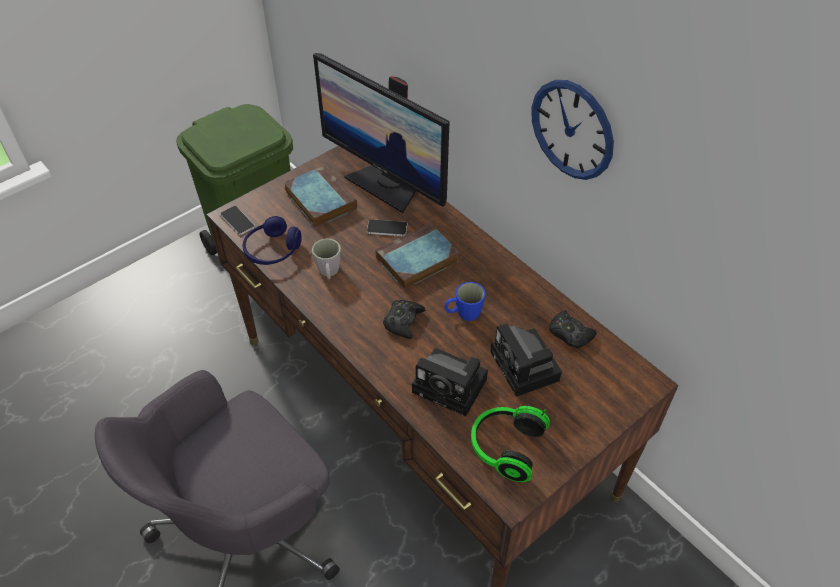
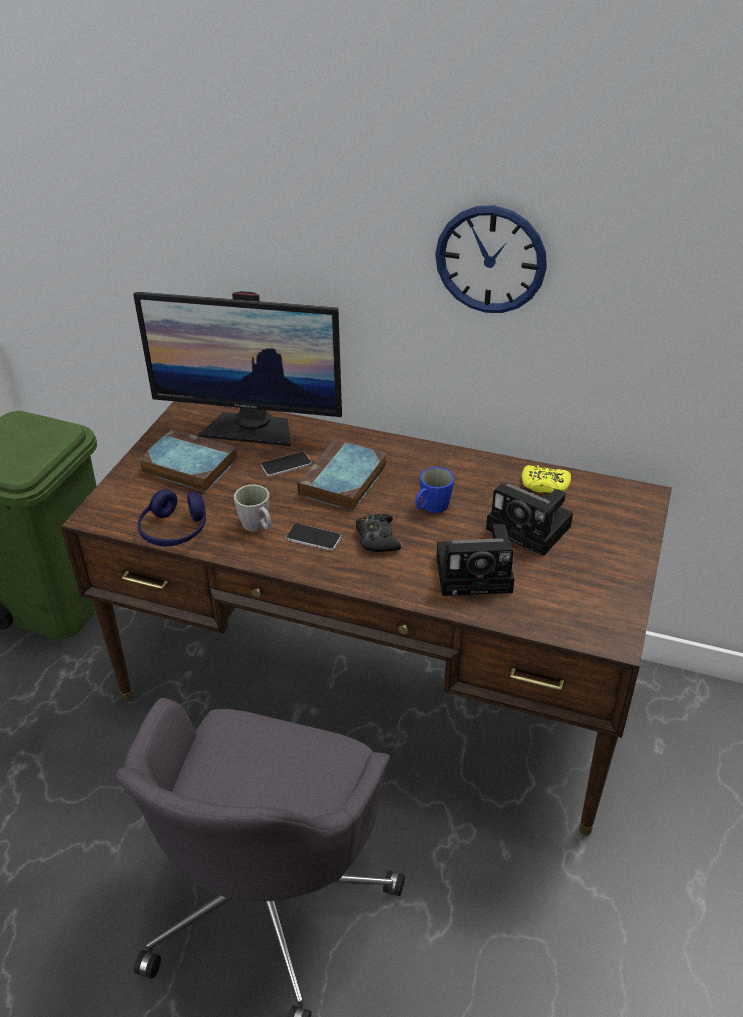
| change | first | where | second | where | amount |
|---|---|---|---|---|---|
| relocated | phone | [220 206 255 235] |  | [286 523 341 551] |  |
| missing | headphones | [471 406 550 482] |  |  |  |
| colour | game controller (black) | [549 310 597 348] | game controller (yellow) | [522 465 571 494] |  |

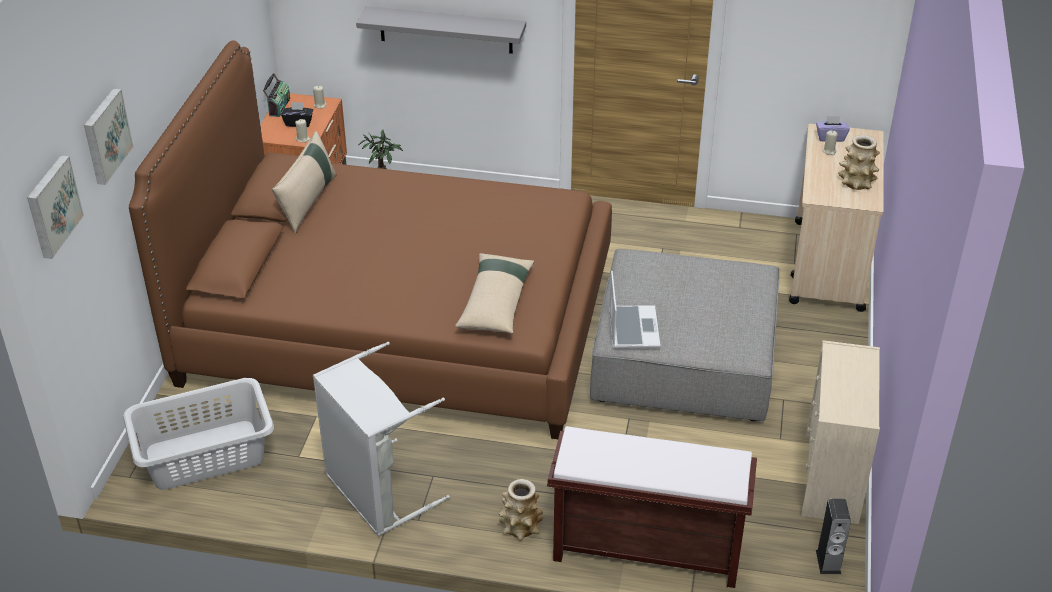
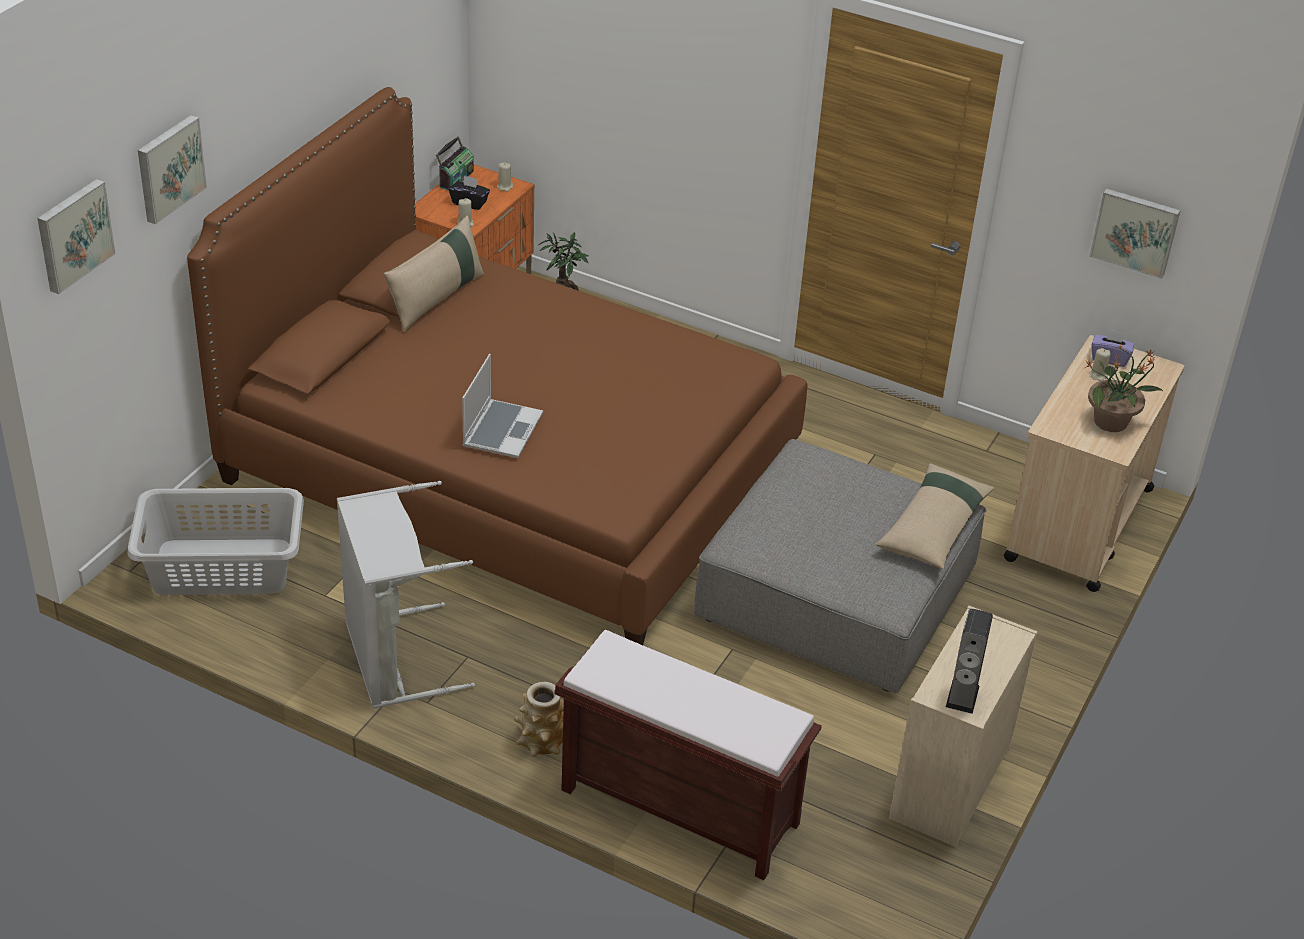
| change | first | where | second | where | amount |
|---|---|---|---|---|---|
| missing | shelf (grey) | [356 6 526 54] |  |  |  |
| relocated | pillow (beige) | [455 253 534 334] |  | [876 463 994 569] |  |
| relocated | laptop | [609 271 660 348] |  | [462 354 543 458] |  |
| relocated | speaker | [816 499 851 574] |  | [946 609 993 714] |  |
| exchanged | vase | [838 135 880 190] | potted plant | [1085 345 1164 432] |  |
| appeared |  |  | picture | [1089 188 1181 279] |  |

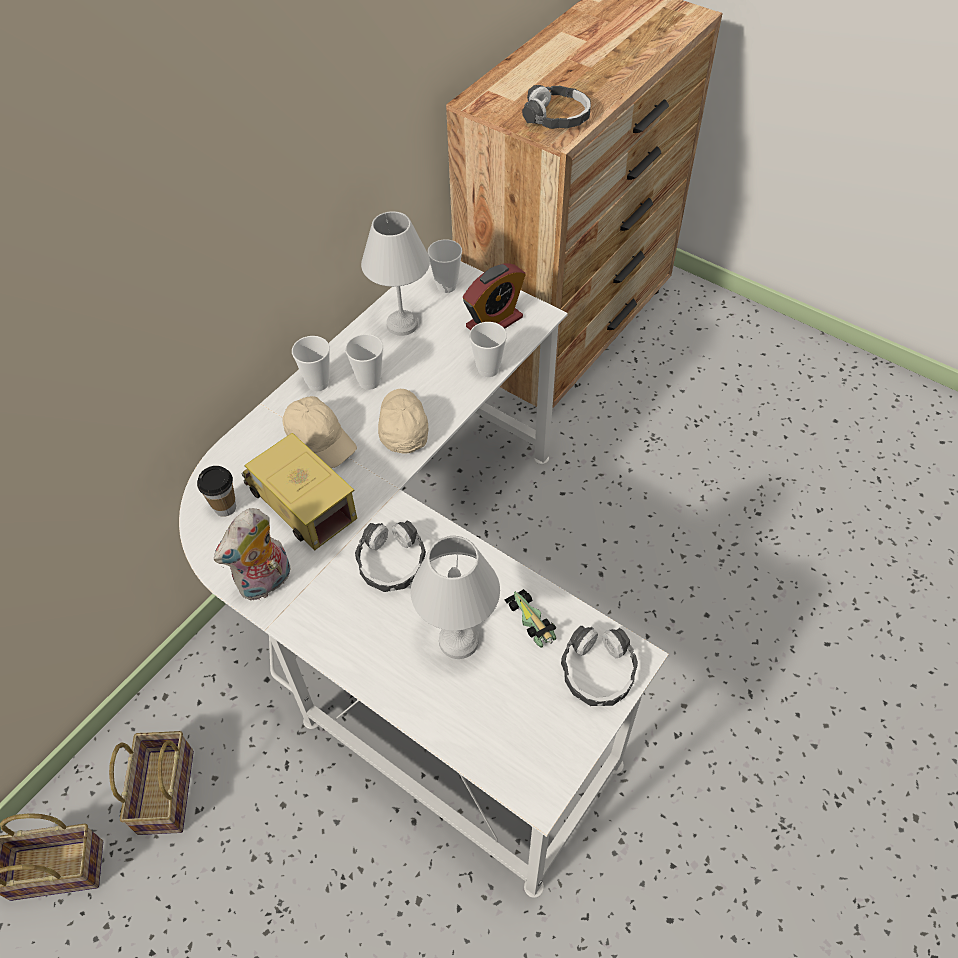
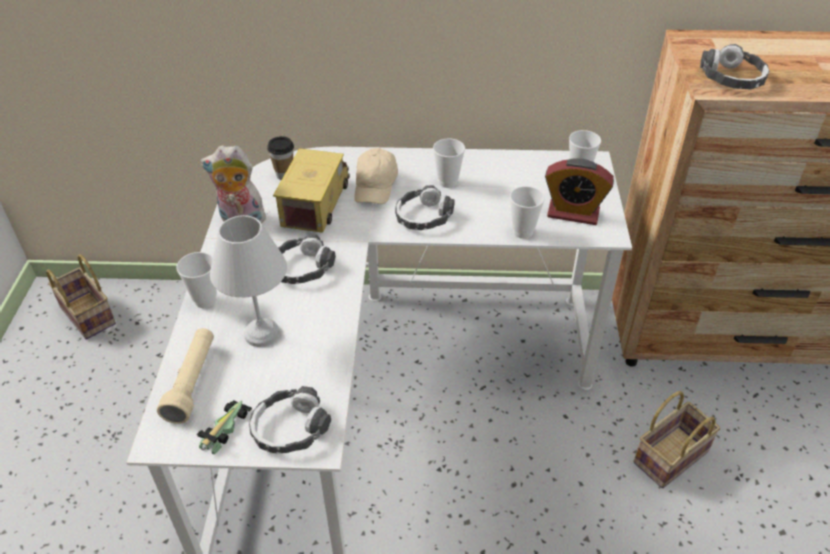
| change | first | where | second | where | amount |
|---|---|---|---|---|---|
| relocated | basket | [109 731 194 835] |  | [633 391 720 488] |  |
| relocated | cup | [292 336 330 391] |  | [176 252 217 308] |  |
| missing | table lamp (white) | [361 211 430 336] |  |  |  |
| exchanged | cap (beige) | [378 389 429 454] | headphones | [395 185 454 230] |  |
| relocated | toy car | [504 589 556 648] |  | [197 400 252 454] |  |
| appeared |  |  | flashlight (beige) | [157 328 214 424] |  |

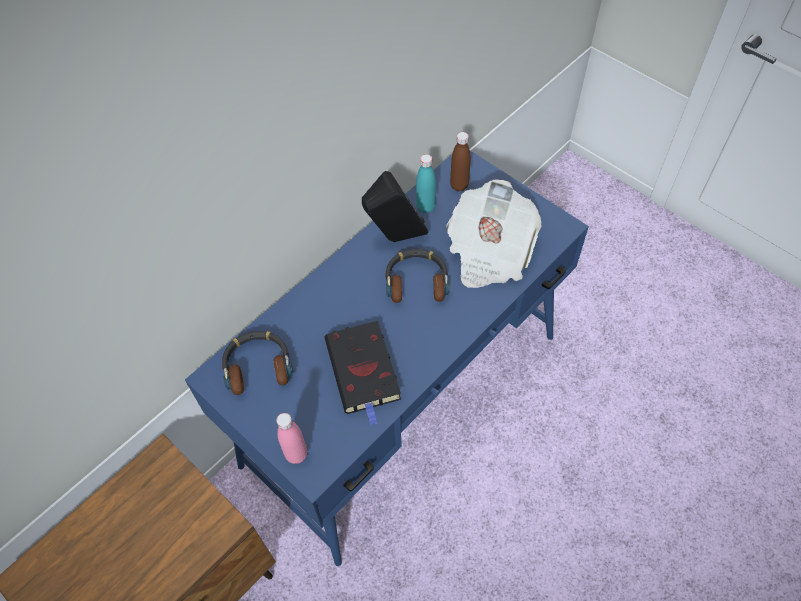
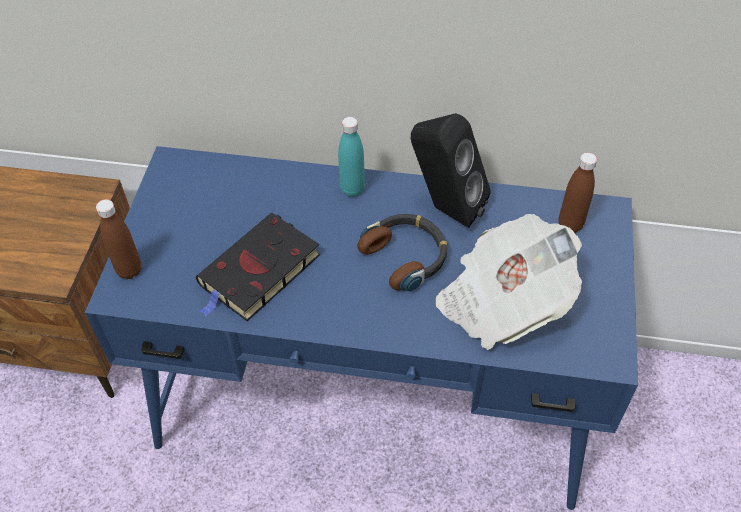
| change | first | where | second | where | amount |
|---|---|---|---|---|---|
| missing | headphones | [222 331 293 395] |  |  |  |
| colour | bottle (pink) | [276 413 307 464] | bottle (brown) | [96 199 142 279] |  |
| relocated | bottle (turquoise) | [416 154 436 213] |  | [338 117 365 197] |  |

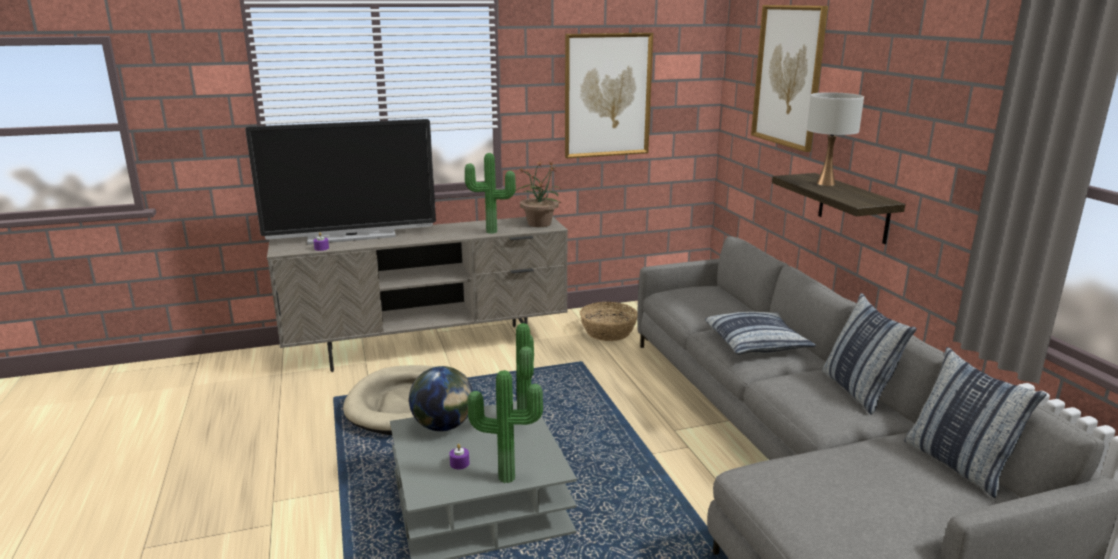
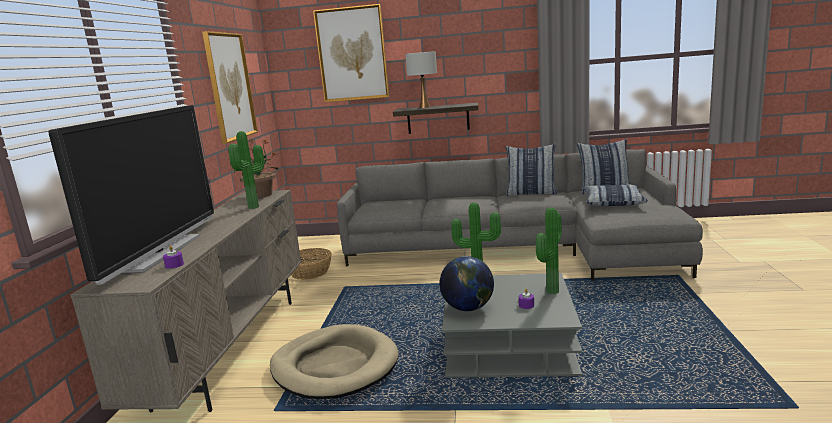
| change | first | where | second | where | amount |
|---|---|---|---|---|---|
| relocated | pillow | [705 312 816 355] |  | [583 185 648 206] |  |

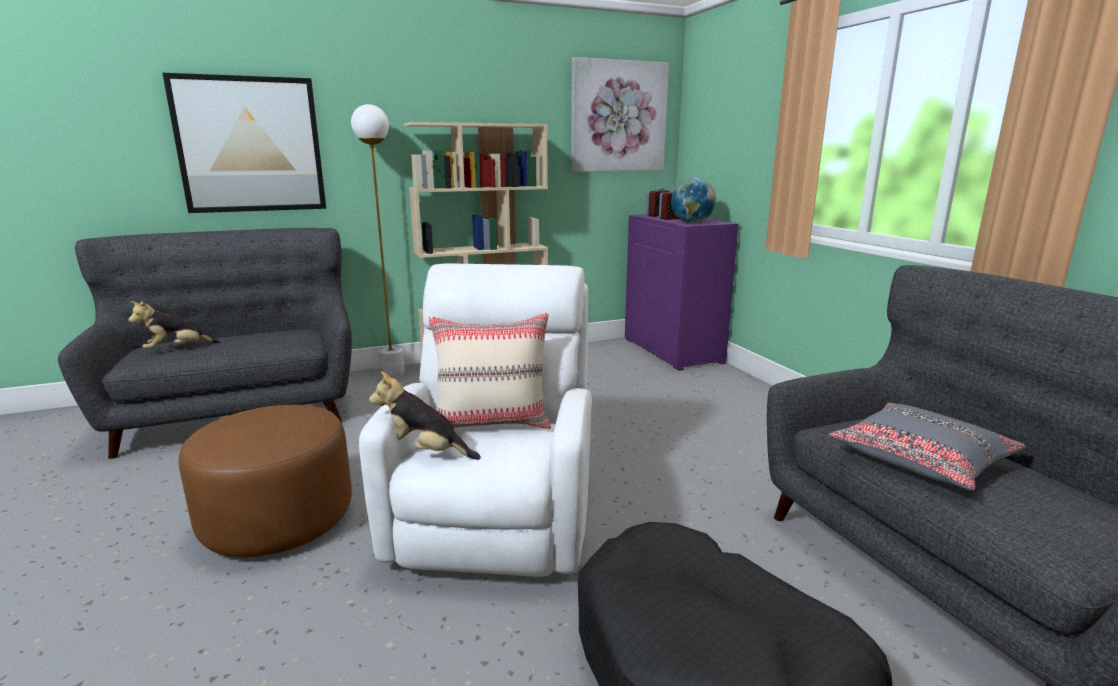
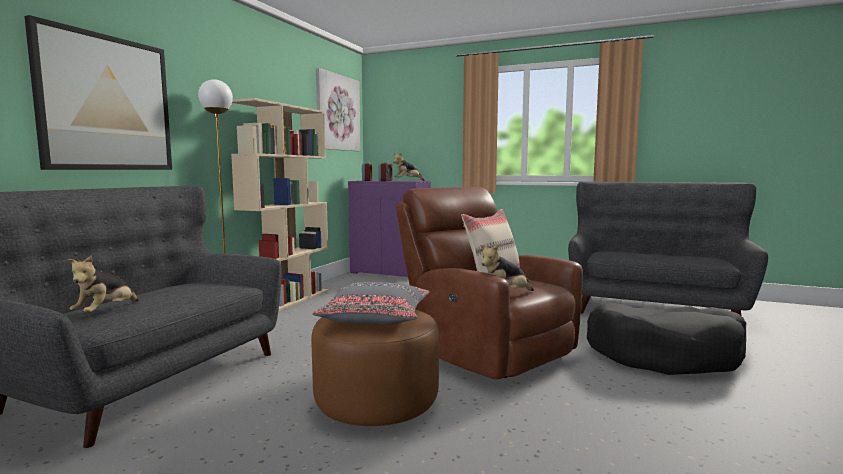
| change | first | where | second | where | amount |
|---|---|---|---|---|---|
| colour | armchair (white) | [359 264 592 577] | armchair (brown) | [396 187 583 379] |  |
| exchanged | globe | [671 177 716 223] | plush toy | [393 152 425 181] |  |
| relocated | pillow (grey) | [828 403 1027 490] |  | [312 282 430 324] |  |

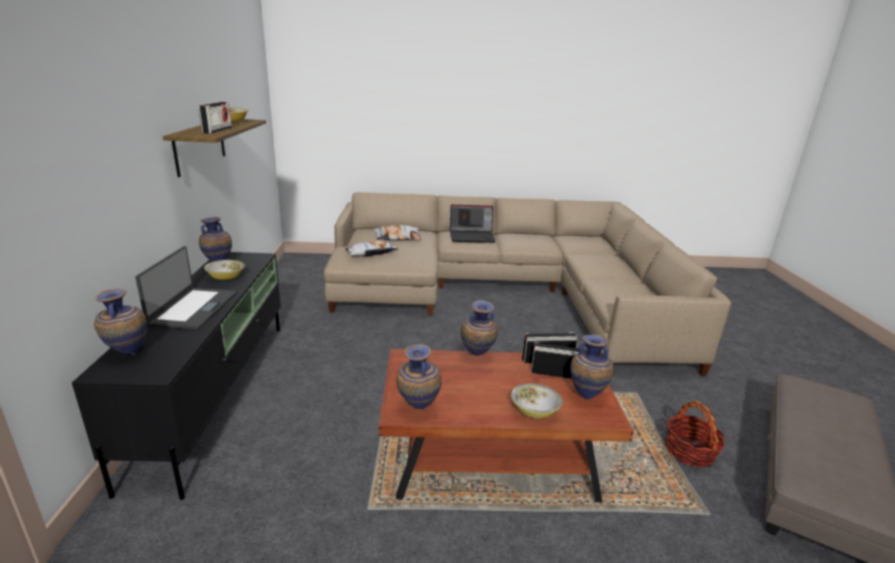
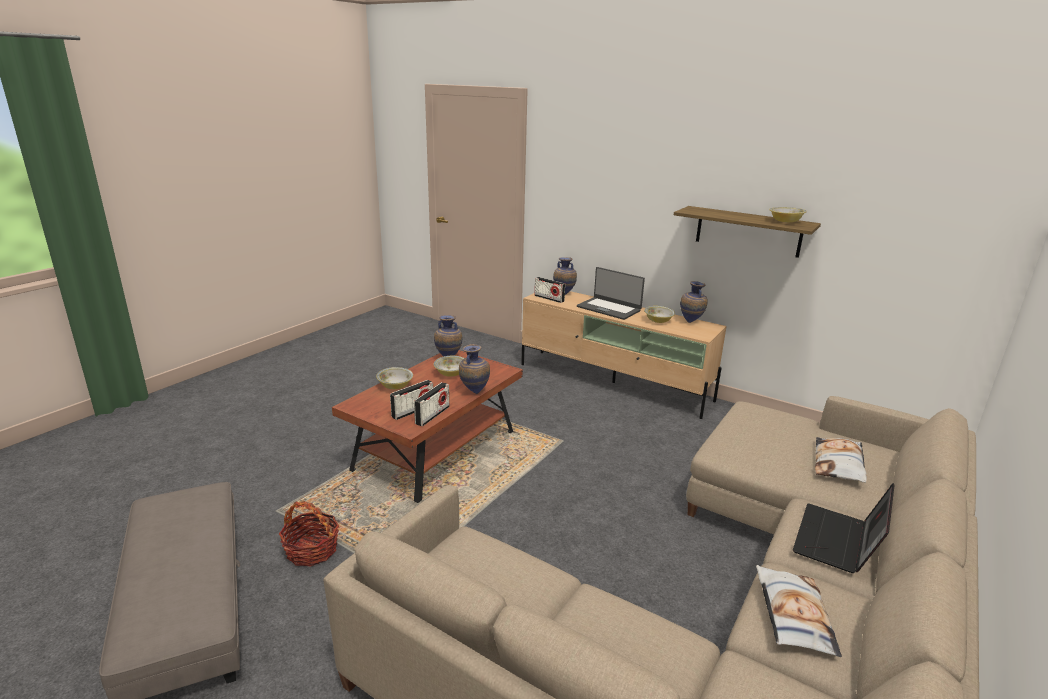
| change | first | where | second | where | amount |
|---|---|---|---|---|---|
| colour | tv stand (black) | [72 252 281 500] | tv stand (beige) | [521 291 727 419] |  |
| relocated | radio | [199 102 232 134] |  | [535 277 565 303] |  |
| relocated | pillow | [345 240 399 257] |  | [756 565 842 657] |  |
| missing | vase | [570 335 613 400] |  |  |  |
| appeared |  |  | bowl | [434 356 464 377] |  |

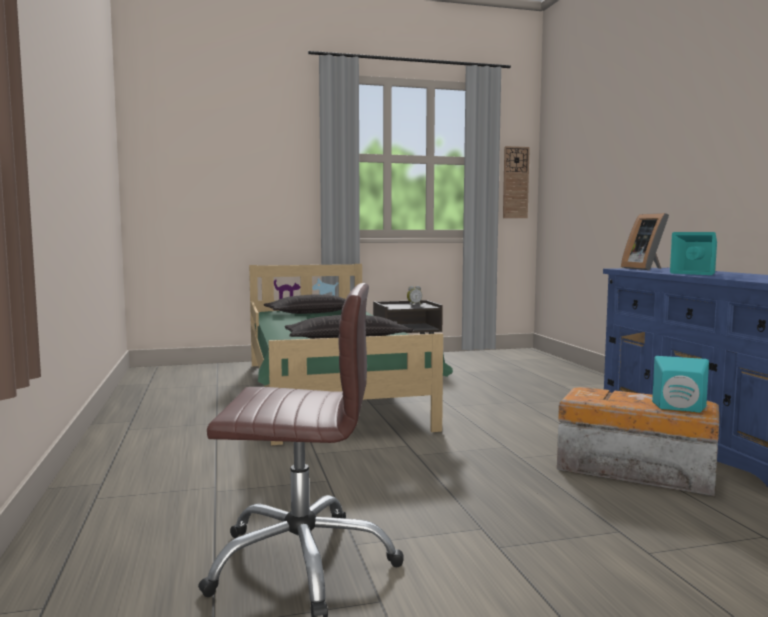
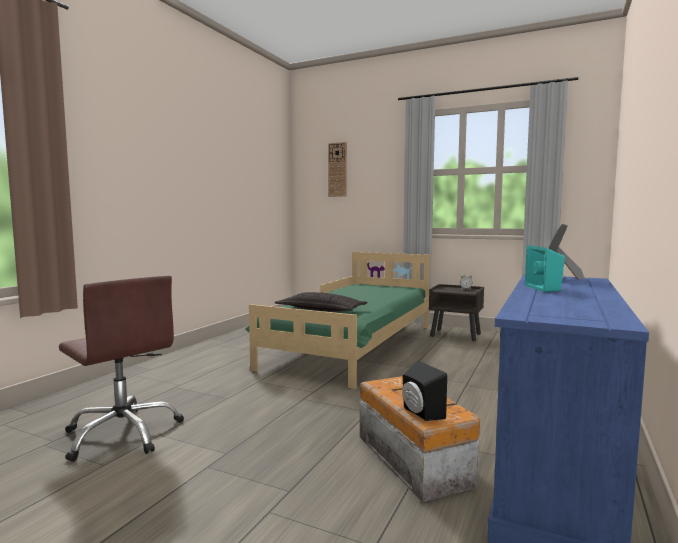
| change | first | where | second | where | amount |
|---|---|---|---|---|---|
| missing | pillow | [264 295 346 314] |  |  |  |
| relocated | wall clock | [503 146 530 218] |  | [328 142 347 197] |  |
| colour | speaker (turquoise) | [652 356 709 413] | speaker (black) | [402 361 447 421] |  |

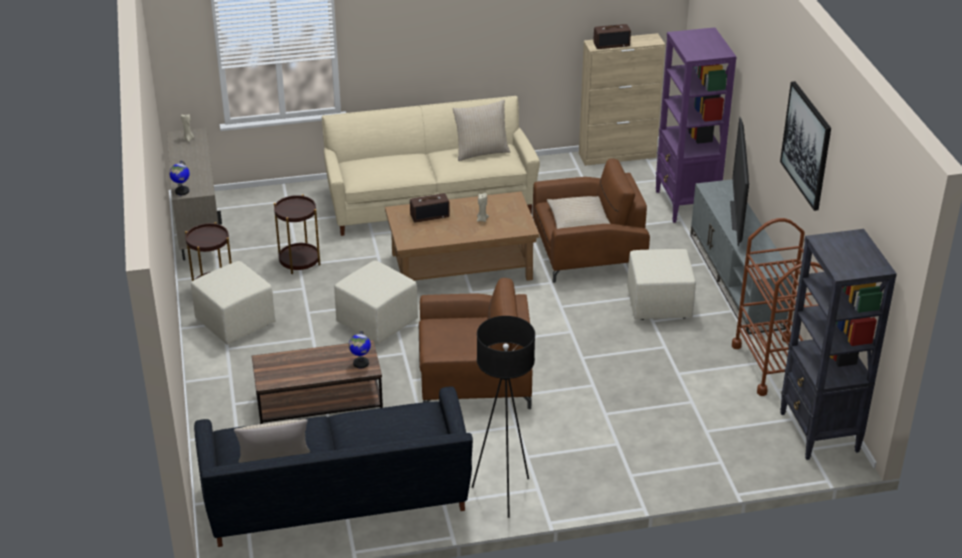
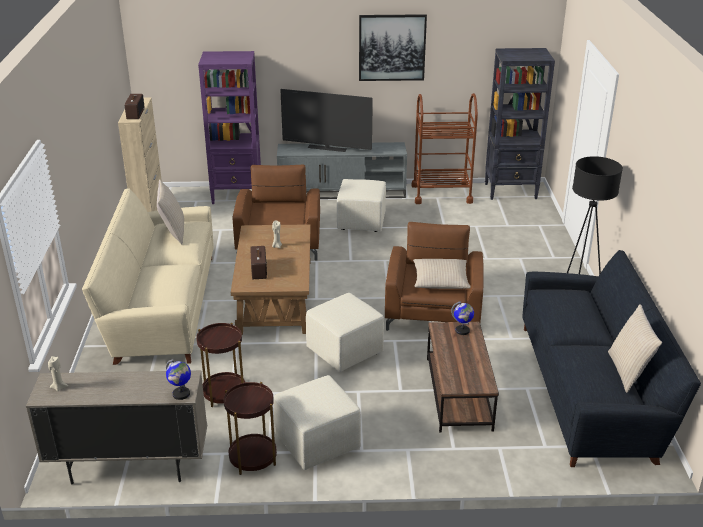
| change | first | where | second | where | amount |
|---|---|---|---|---|---|
| relocated | pillow (beige) | [547 196 611 229] |  | [413 259 471 289] |  |

